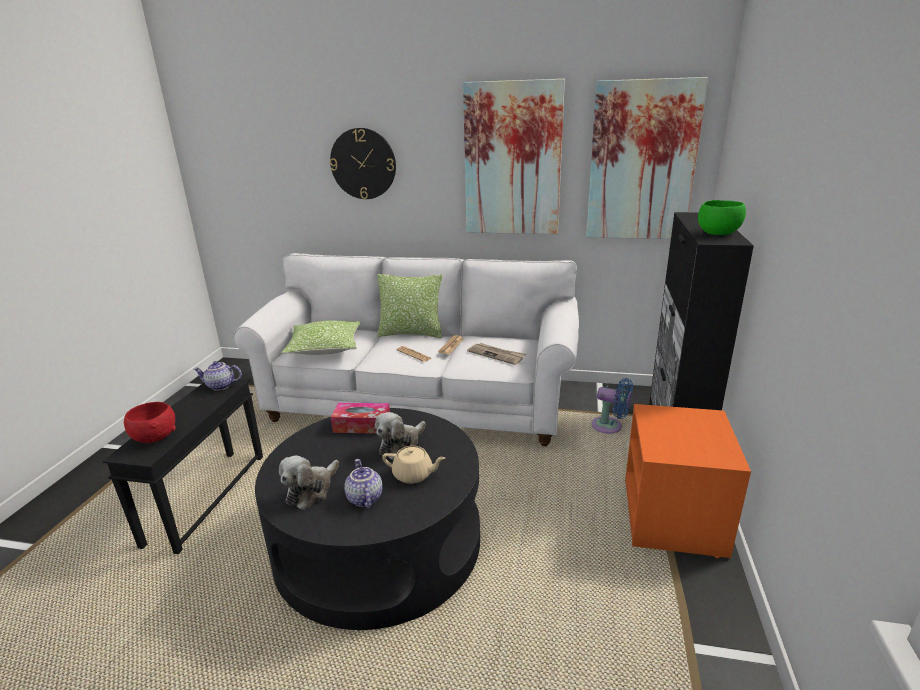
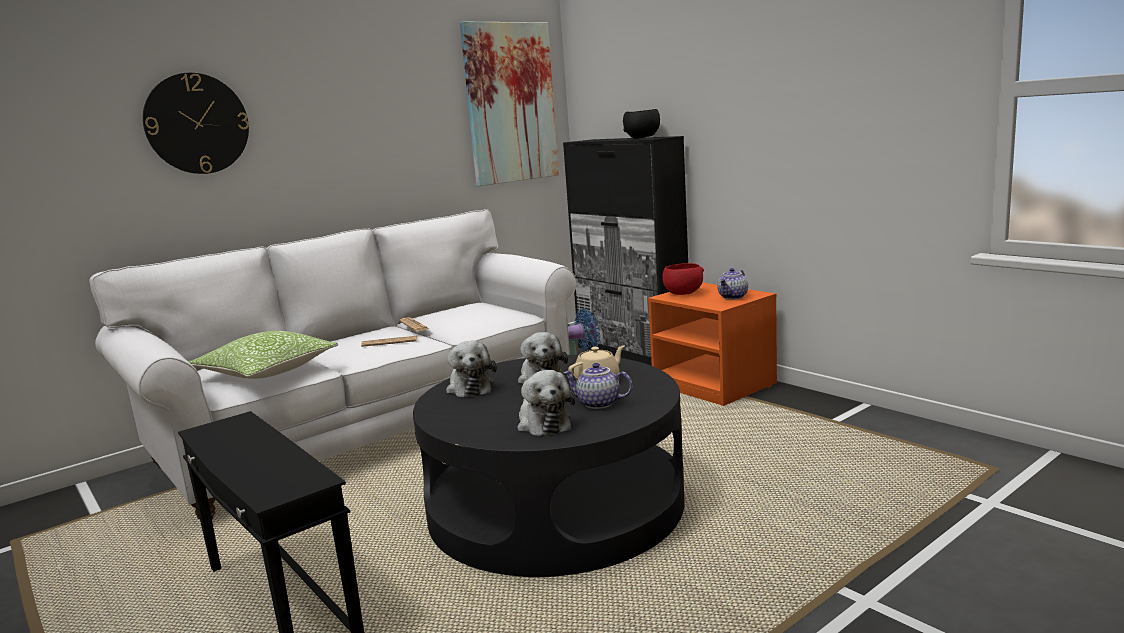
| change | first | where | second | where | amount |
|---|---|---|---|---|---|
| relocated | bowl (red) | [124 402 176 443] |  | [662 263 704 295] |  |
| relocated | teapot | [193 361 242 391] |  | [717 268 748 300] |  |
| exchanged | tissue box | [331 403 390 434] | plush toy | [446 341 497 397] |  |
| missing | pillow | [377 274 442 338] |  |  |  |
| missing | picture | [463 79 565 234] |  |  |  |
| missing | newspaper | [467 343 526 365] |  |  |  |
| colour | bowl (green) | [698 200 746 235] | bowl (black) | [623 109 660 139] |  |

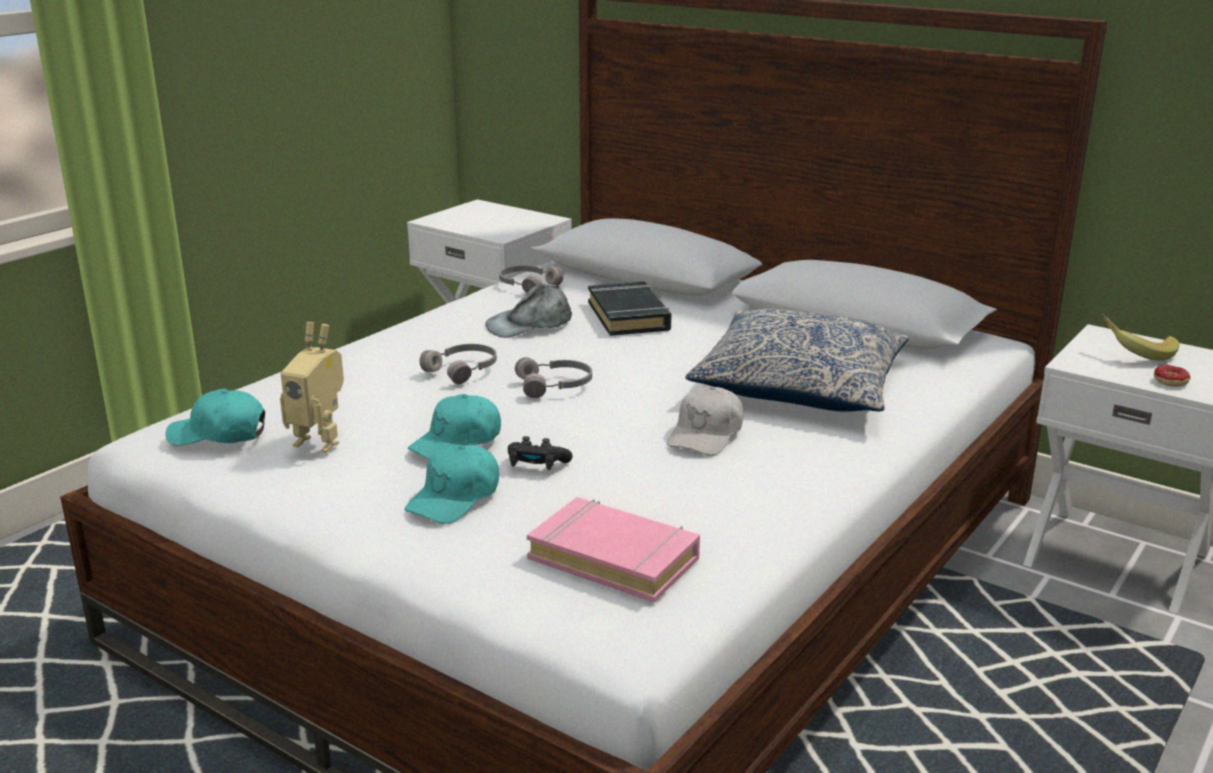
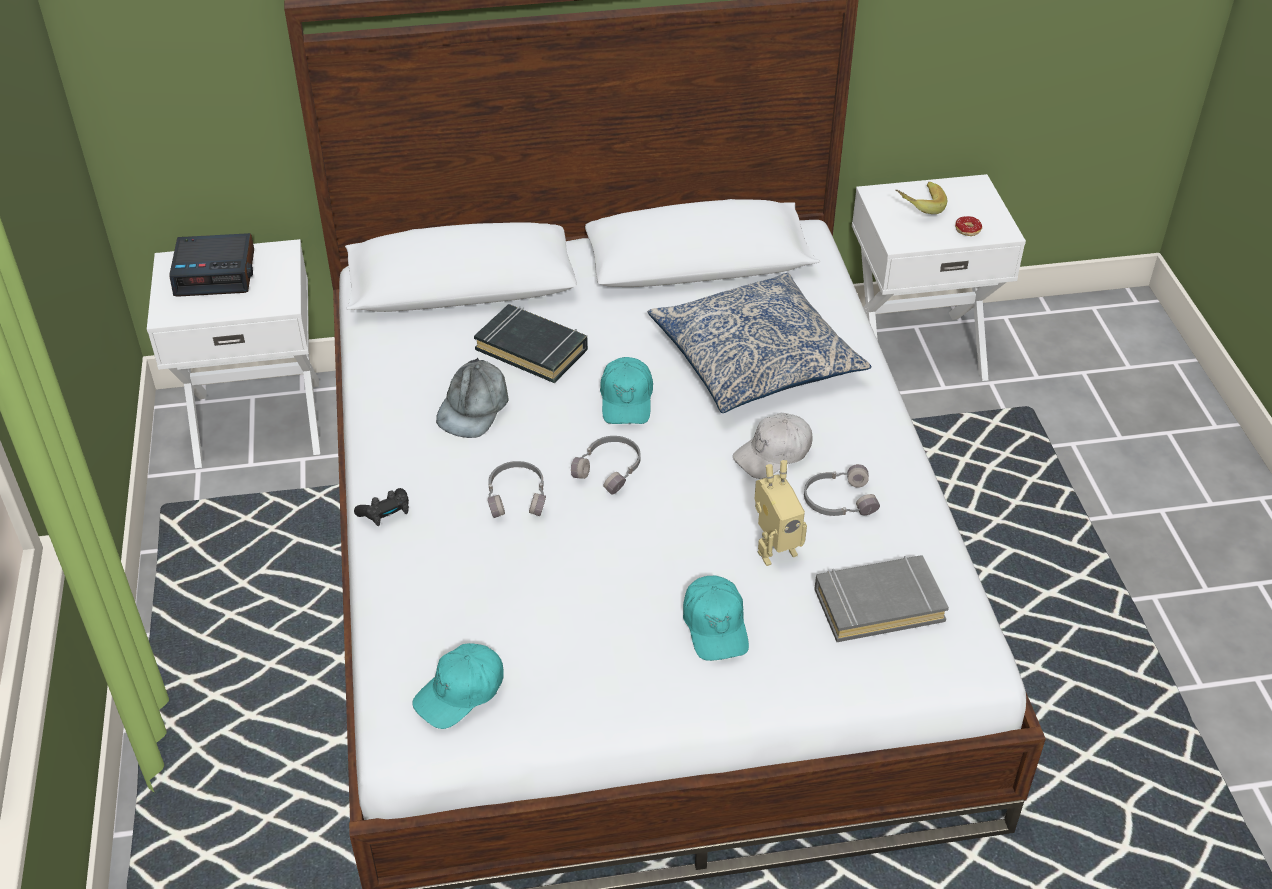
| change | first | where | second | where | amount |
|---|---|---|---|---|---|
| relocated | toy robot | [280 322 344 453] |  | [755 460 807 566] |  |
| relocated | cap (turquoise) | [408 394 501 460] |  | [600 357 653 424] |  |
| relocated | headphones (grey) | [499 266 564 293] |  | [804 464 880 516] |  |
| relocated | game controller (black) | [508 436 572 471] |  | [354 488 409 526] |  |
| colour | book (pink) | [527 497 700 603] | book (grey) | [814 555 949 642] |  |
| spun | cap (white) | [667 386 744 456] |  | [733 413 813 479] | 75 degrees clockwise |
| appeared |  |  | alarm clock | [169 233 254 297] |  |

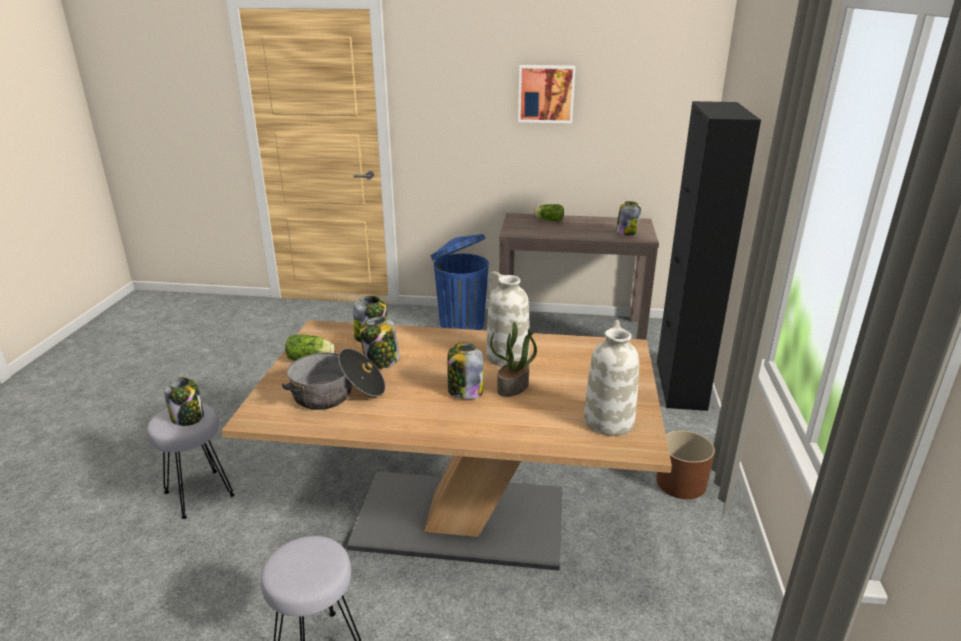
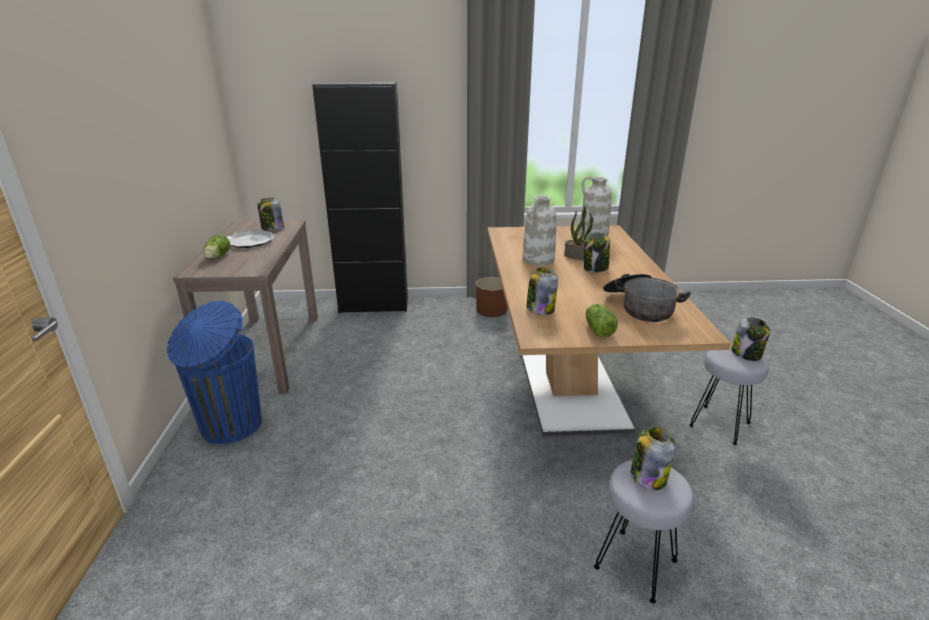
| change | first | where | second | where | amount |
|---|---|---|---|---|---|
| relocated | jar | [360 317 400 369] |  | [731 317 770 361] |  |
| missing | picture | [518 65 576 123] |  |  |  |
| appeared |  |  | plate | [227 230 275 248] |  |

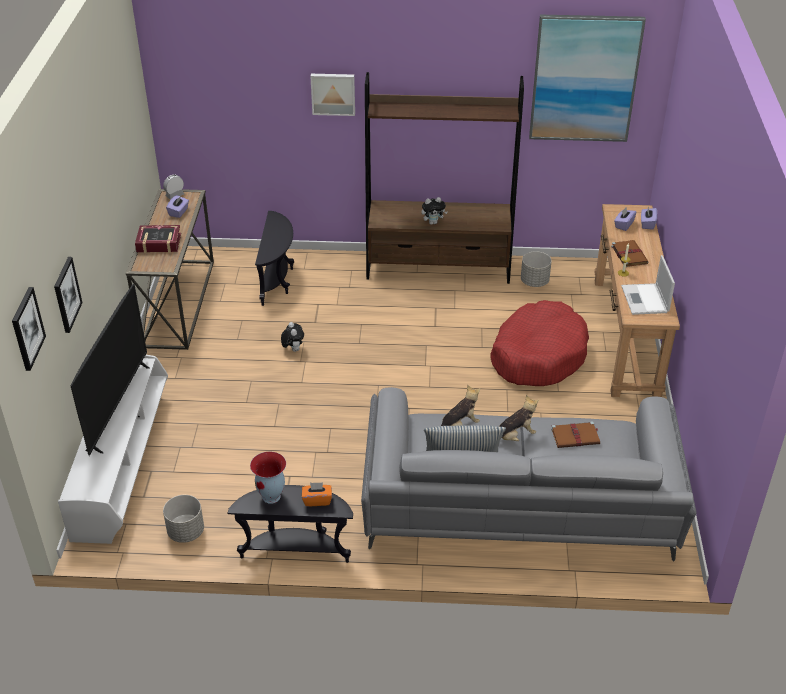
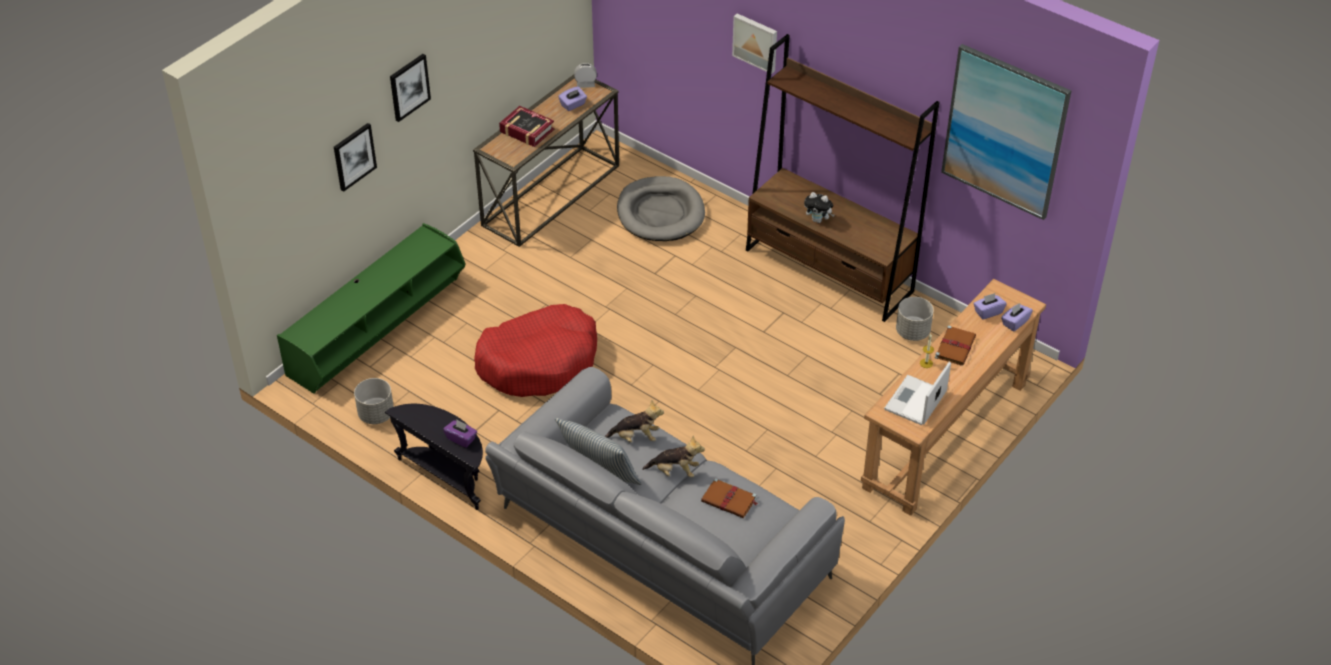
| change | first | where | second | where | amount |
|---|---|---|---|---|---|
| relocated | picture | [12 287 46 371] |  | [390 54 431 122] |  |
| colour | tv stand (white) | [58 355 168 544] | tv stand (green) | [277 223 465 394] |  |
| missing | television | [70 284 149 456] |  |  |  |
| missing | vase | [250 452 286 504] |  |  |  |
| exchanged | side table (black) | [255 211 295 306] | dog bed (grey) | [617 176 705 241] |  |
| missing | plush toy | [281 322 304 352] |  |  |  |
| colour | tissue box (orange) | [302 482 332 507] | tissue box (purple) | [443 420 477 448] |  |
| relocated | dog bed (red) | [490 300 589 386] |  | [474 304 597 397] |  |

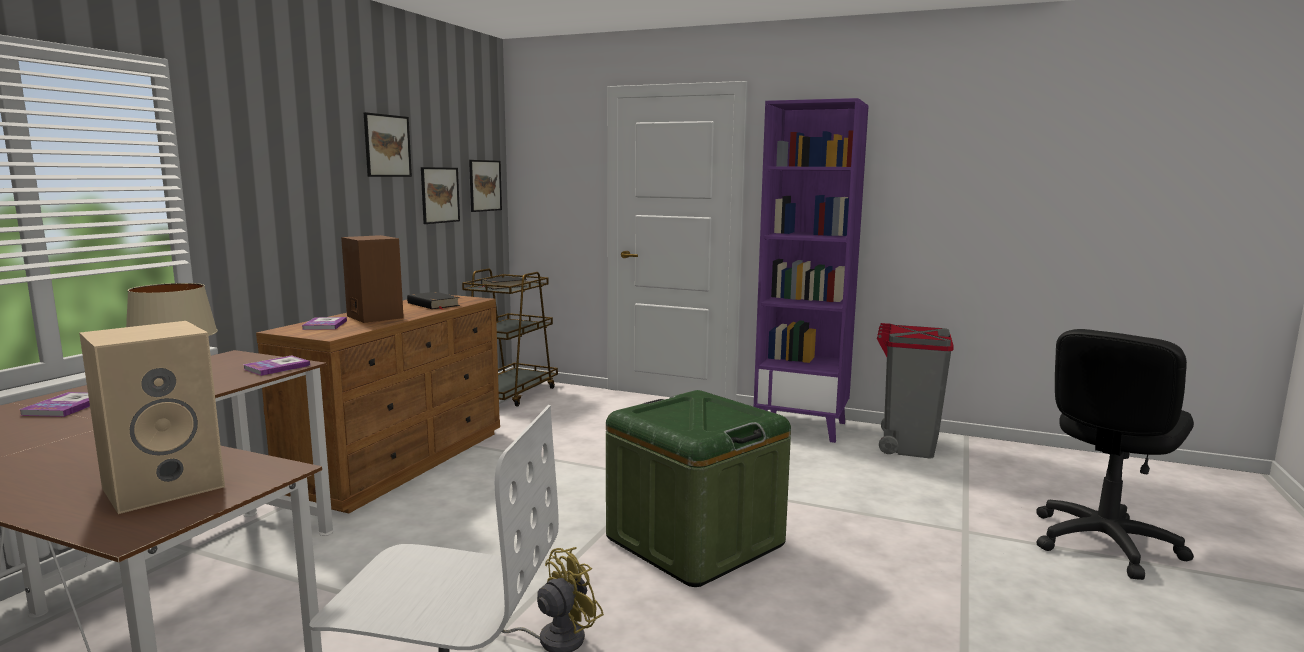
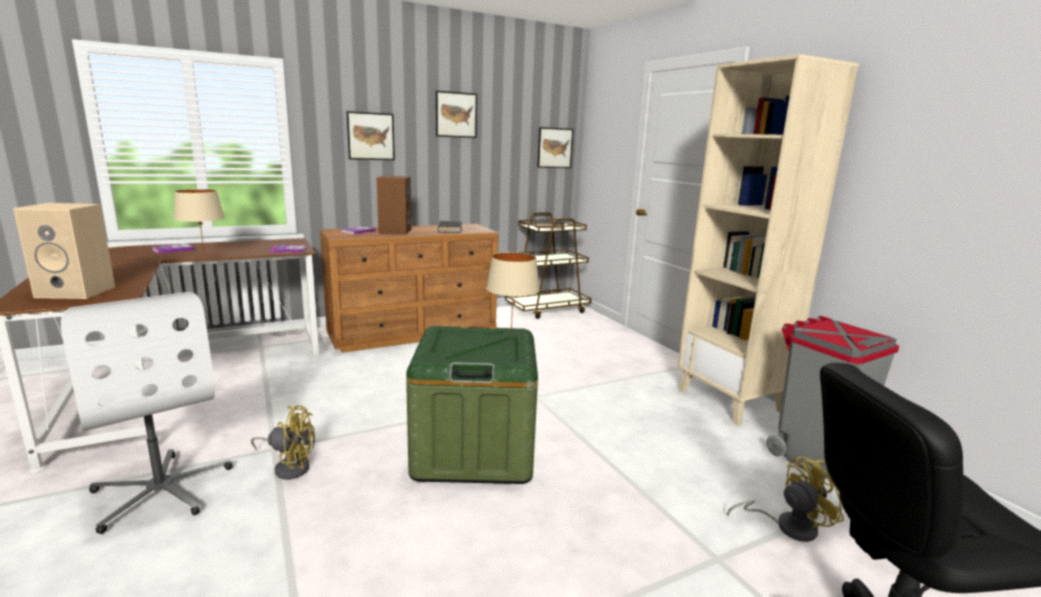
| change | first | where | second | where | amount |
|---|---|---|---|---|---|
| relocated | picture | [421 167 460 224] |  | [346 111 395 160] |  |
| colour | bookcase (purple) | [754 98 869 443] | bookcase (beige) | [677 54 859 425] |  |
| appeared |  |  | table lamp (beige) | [486 252 540 335] |  |
| appeared |  |  | fan (yellow) | [727 457 844 542] |  |

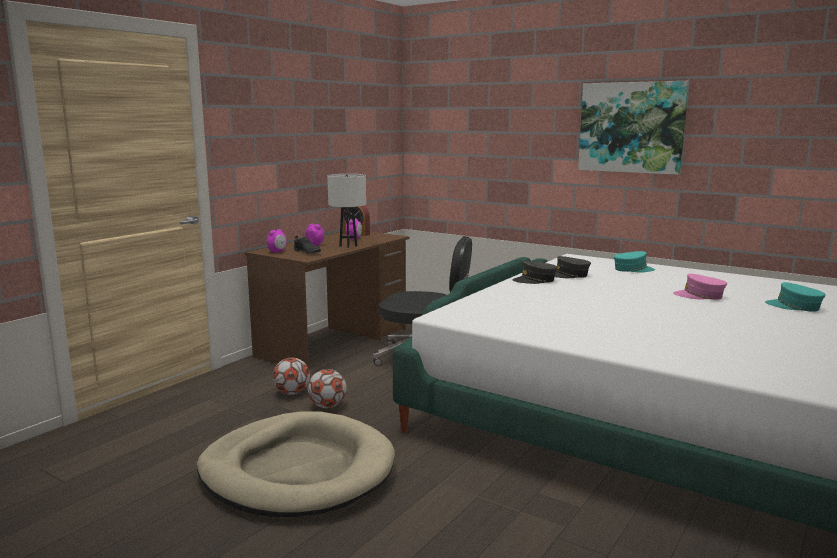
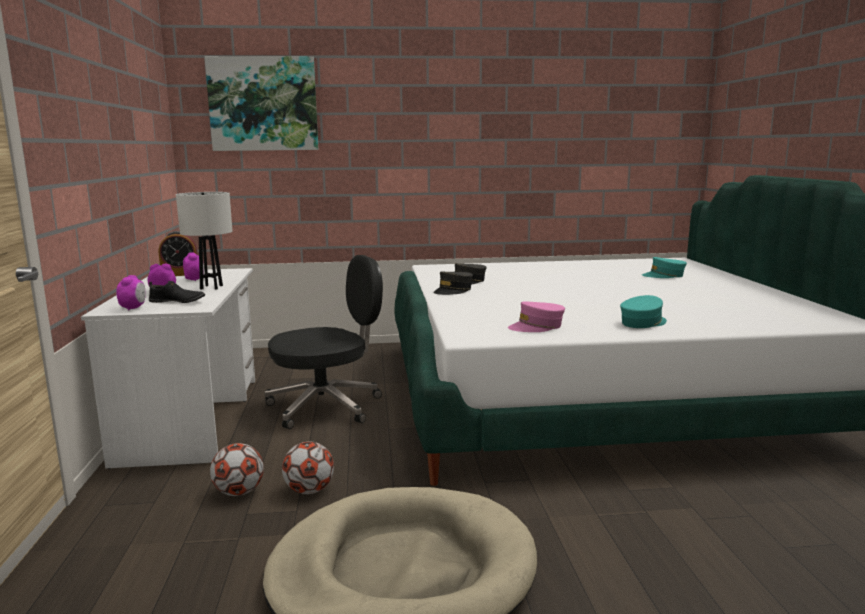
| change | first | where | second | where | amount |
|---|---|---|---|---|---|
| colour | desk (brown) | [245 232 410 368] | desk (white) | [81 268 255 469] |  |
| relocated | picture | [578 81 689 175] |  | [204 56 319 151] |  |
| relocated | cap (turquoise) | [613 251 655 273] |  | [620 295 667 328] |  |
| relocated | cap (pink) | [673 274 727 300] |  | [508 301 565 332] |  |

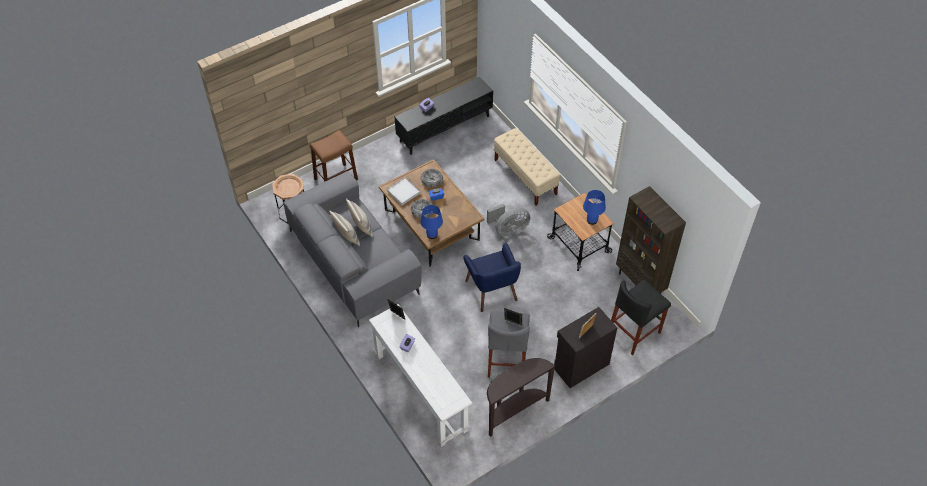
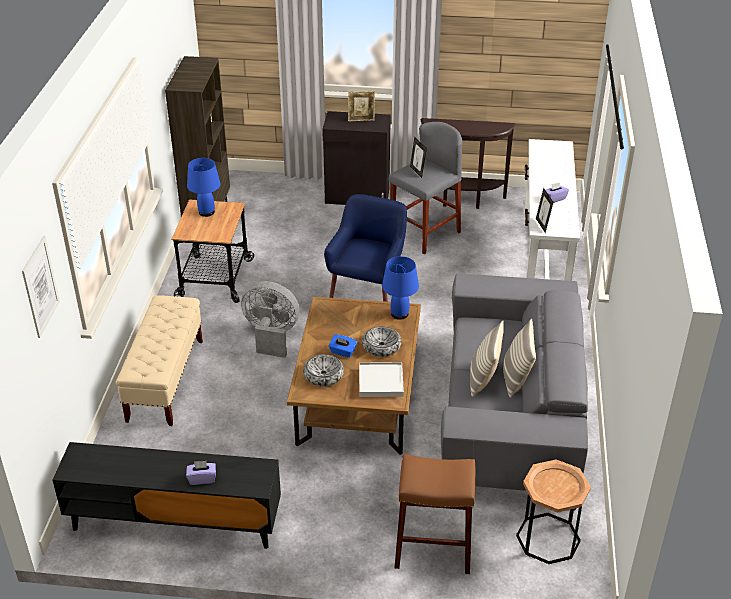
| change | first | where | second | where | amount |
|---|---|---|---|---|---|
| missing | stool (black) | [611 280 671 355] |  |  |  |
| appeared |  |  | picture | [22 236 60 338] |  |

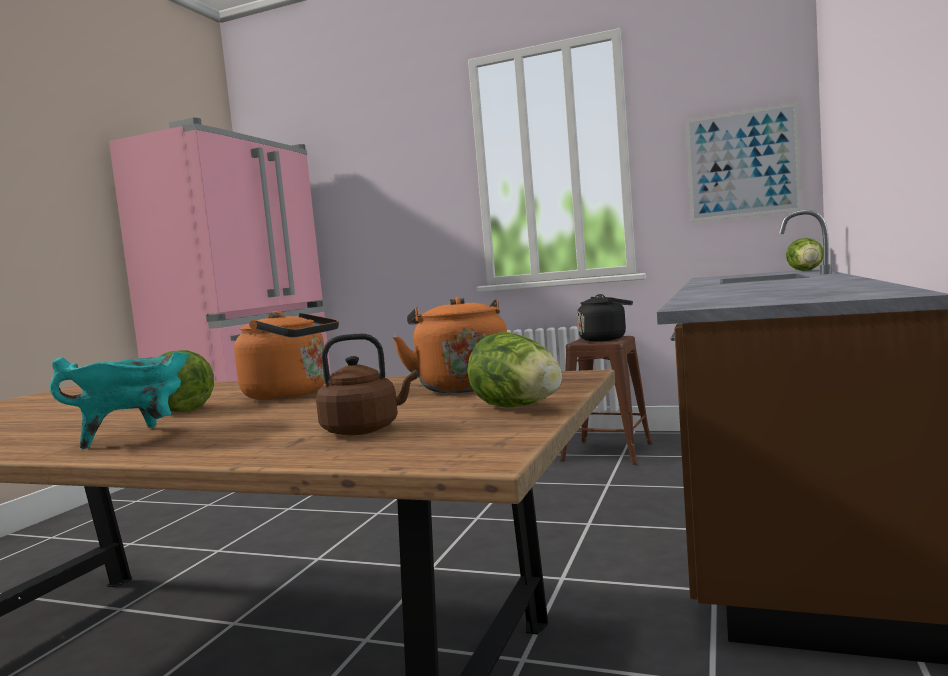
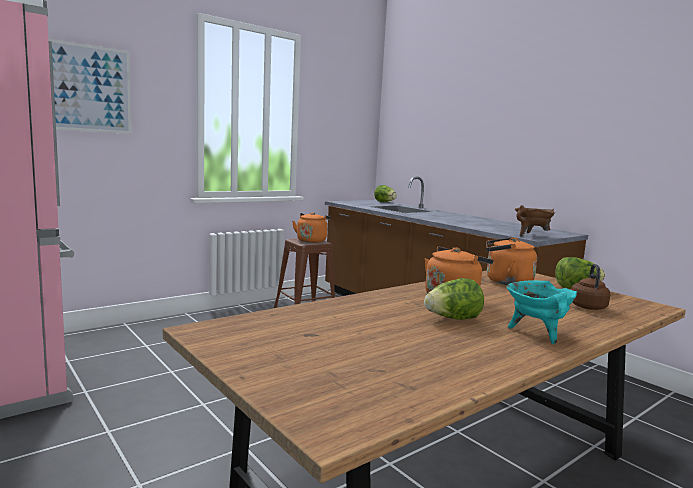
| change | first | where | second | where | amount |
|---|---|---|---|---|---|
| colour | kettle (black) | [577 294 633 342] | kettle (orange) | [292 212 331 243] |  |
| relocated | picture | [685 102 802 222] |  | [48 39 131 134] |  |
| appeared |  |  | cooking pot (brown) | [515 205 555 237] |  |

